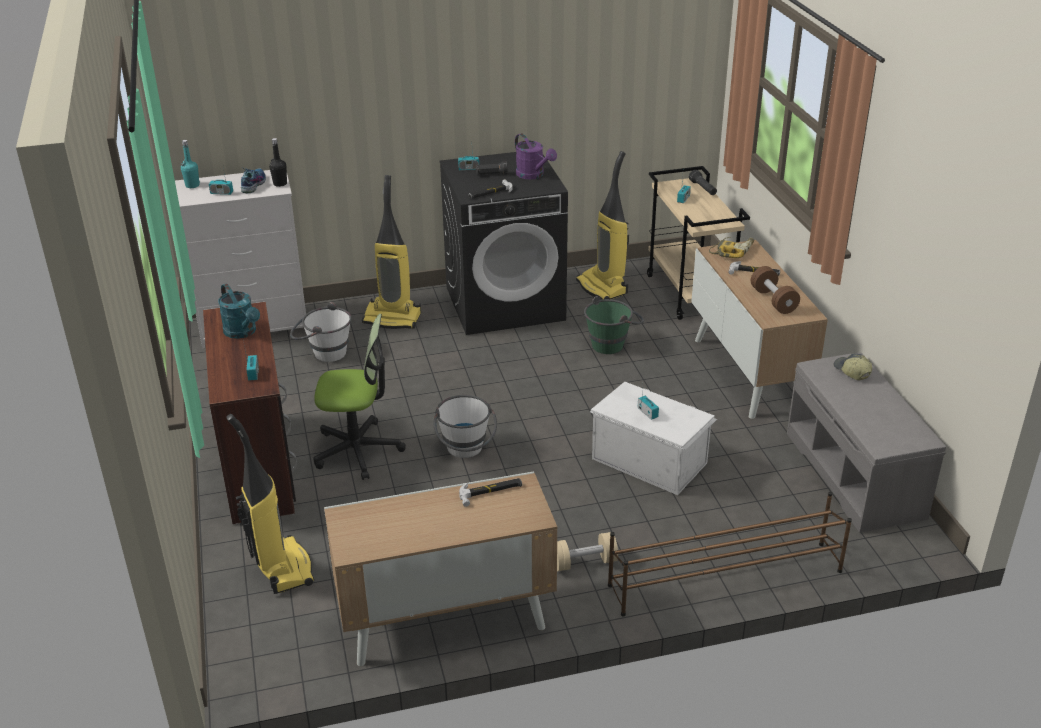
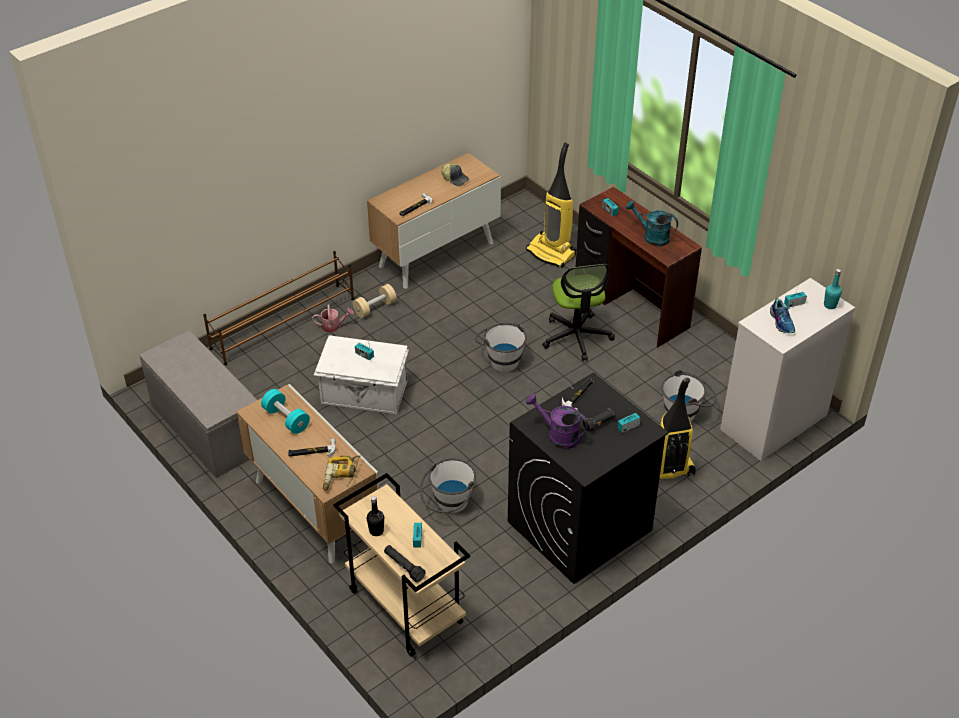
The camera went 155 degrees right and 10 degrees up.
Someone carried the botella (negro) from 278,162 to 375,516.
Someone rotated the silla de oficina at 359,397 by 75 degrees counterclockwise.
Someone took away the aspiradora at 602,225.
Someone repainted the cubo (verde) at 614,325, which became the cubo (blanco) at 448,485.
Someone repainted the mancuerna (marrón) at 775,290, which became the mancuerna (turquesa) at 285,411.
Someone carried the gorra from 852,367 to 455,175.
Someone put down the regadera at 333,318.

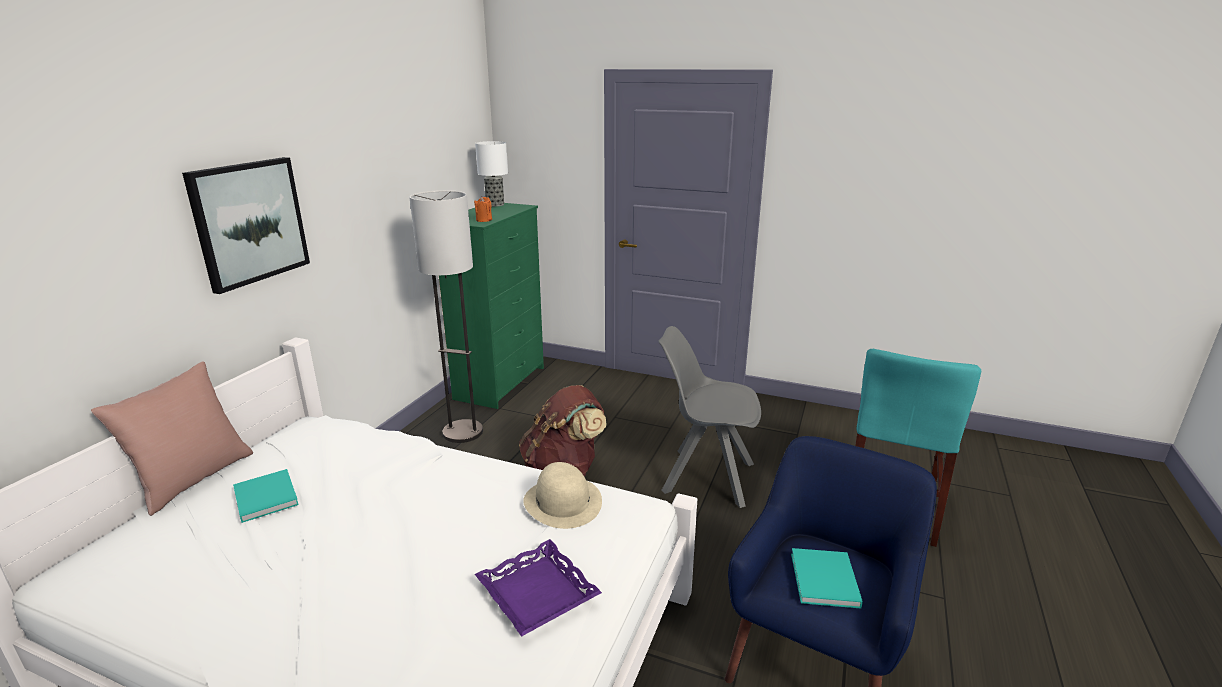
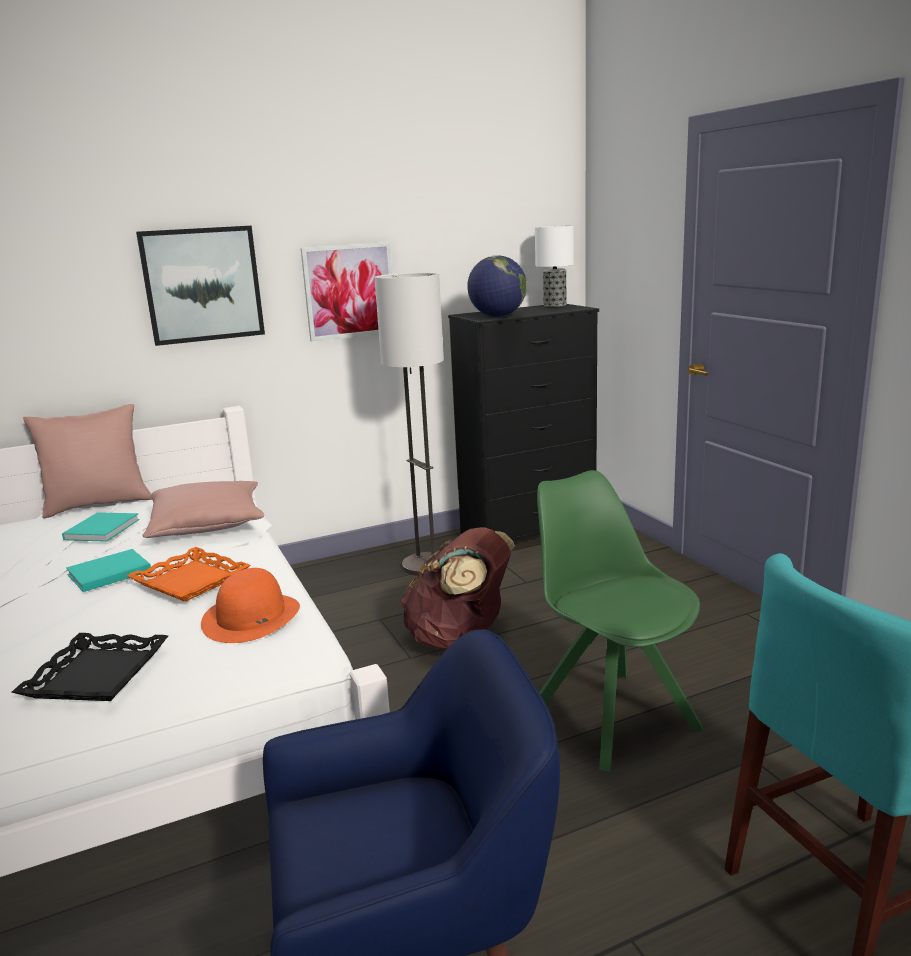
The camera went 45 degrees right and 5 degrees down.
Someone repainted the cómoda (verde) at 491,306, which became the cómoda (negro) at 523,422.
Someone swapped the vela (naranja) at 483,209 for the globo terráqueo at 497,286.
Someone repainted the bandeja (morado) at 538,588, which became the bandeja (negro) at 89,667.
Someone repainted the sombrero (beis) at 562,495, which became the sombrero (naranja) at 250,605.
Someone repainted the silla (gris) at 709,417, which became the silla (verde) at 620,621.
Someone carried the libro (turquesa) from 827,578 to 108,570.
Someone put down the bandeja (naranja) at 189,574.
Someone put down the cojín (rosa) at 203,509.
Someone put up the cuadro at 346,291.

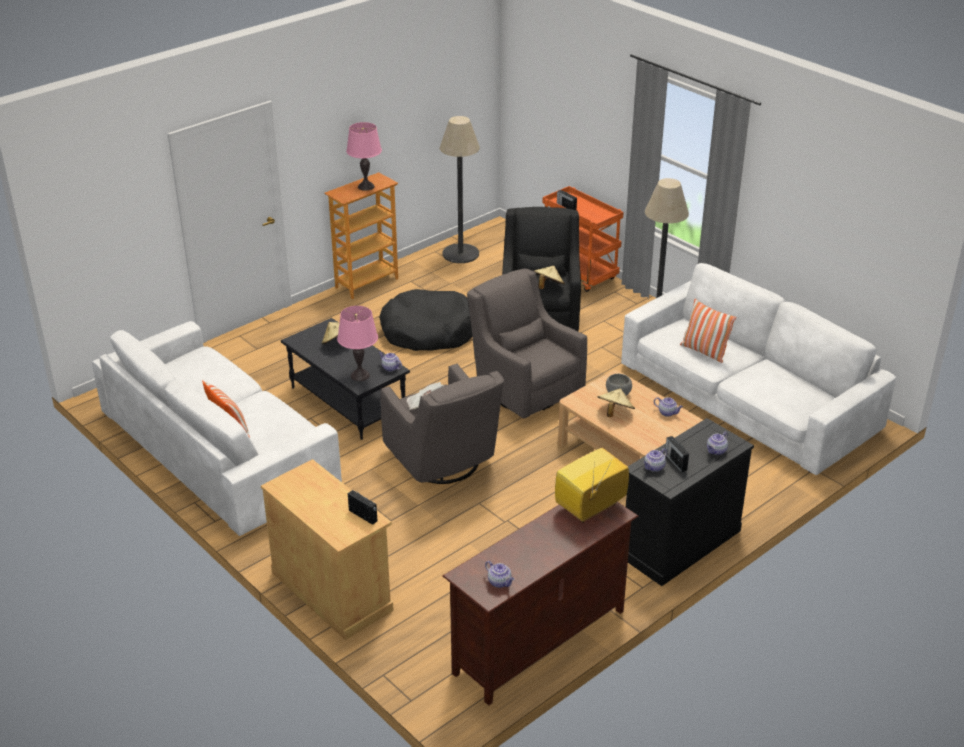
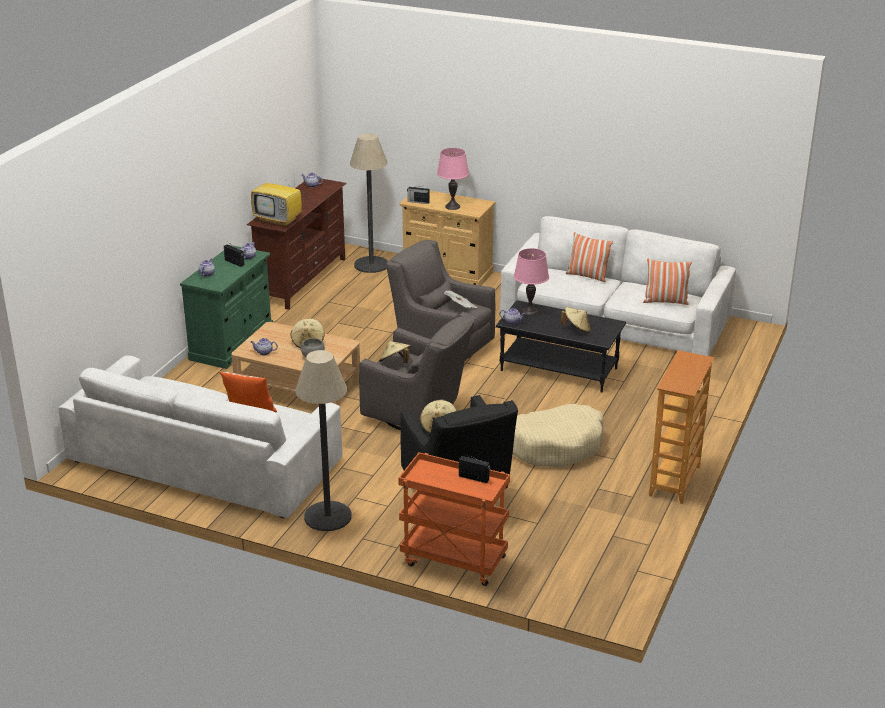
The camera went 155 degrees right and 5 degrees down.
Someone carried the lámpara de mesa (rosa) from 364,156 to 453,179.
Someone repainted the cama para perro (negro) at 425,320, which became the cama para perro (beis) at 557,435.
Someone carried the lámpara de pie from 460,189 to 369,203.
Someone rotated the televisor at 592,485 by 90 degrees clockwise.
Someone repainted the armario (negro) at 690,502, which became the armario (verde) at 226,307.
Someone put down the sombrero (beis) at 395,352.
Someone put down the cojín at 667,282.

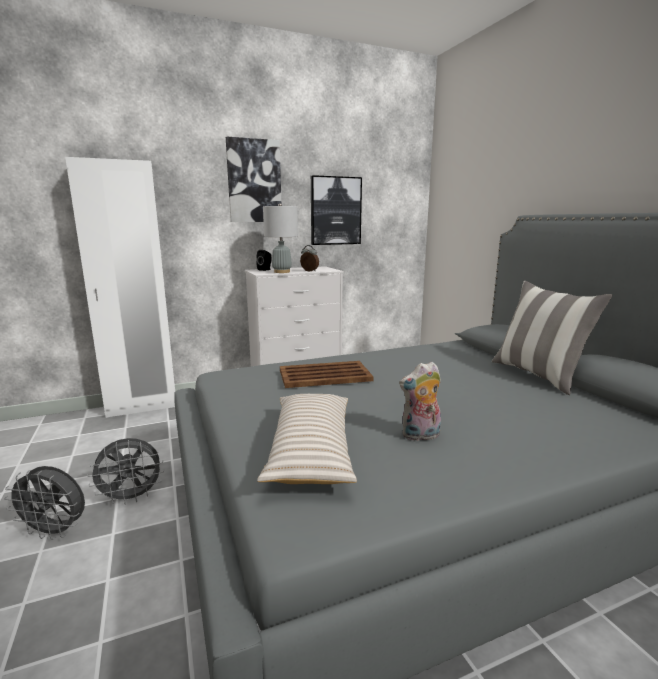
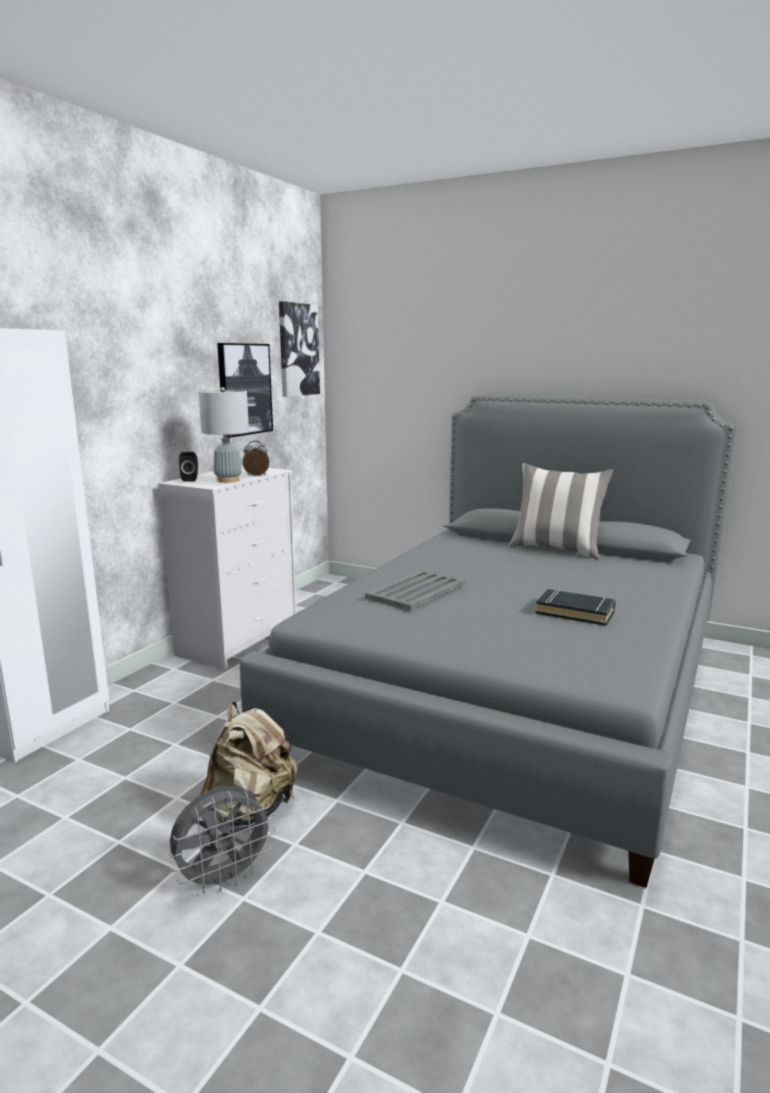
The camera went 40 degrees left and 0 degrees up.
Someone swapped the ventilador (gris) at 125,471 for the mochila (beis) at 248,763.
Someone carried the cuadro from 253,179 to 299,349.
Someone took away the cojín (beis) at 307,439.
Someone repainted the bandeja (marrón) at 327,374, which became the bandeja (gris) at 415,590.
Someone swapped the peluche at 420,401 for the libro (negro) at 576,607.

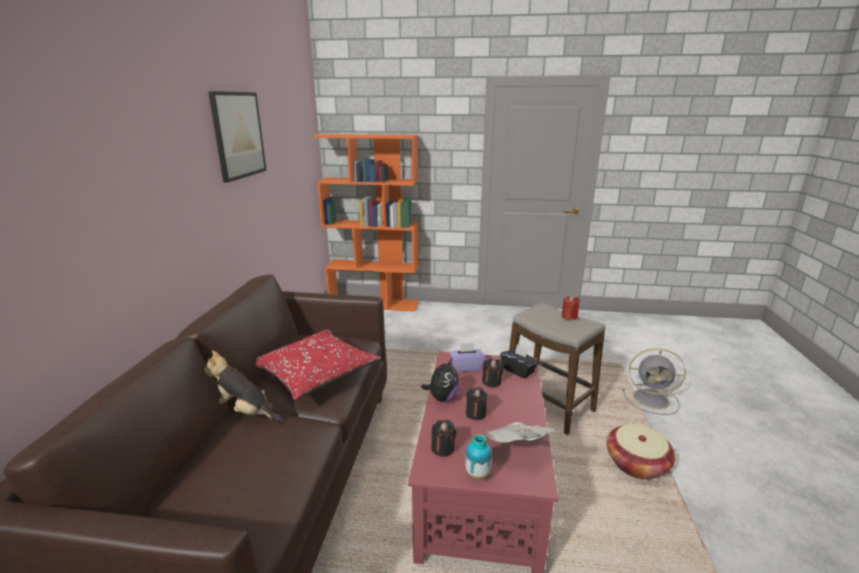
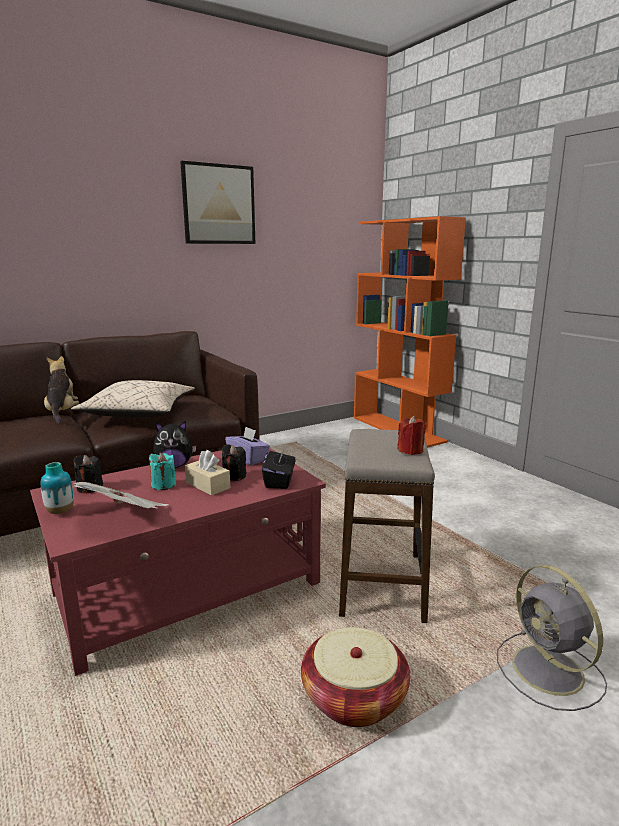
The camera went 50 degrees right and 5 degrees down.
Someone repainted the cojín (rojo) at 318,364, which became the cojín (beis) at 133,398.
Someone repainted the vela (negro) at 477,403, which became the vela (turquesa) at 162,471.
Someone put down the caja de pañuelos (beis) at 207,473.

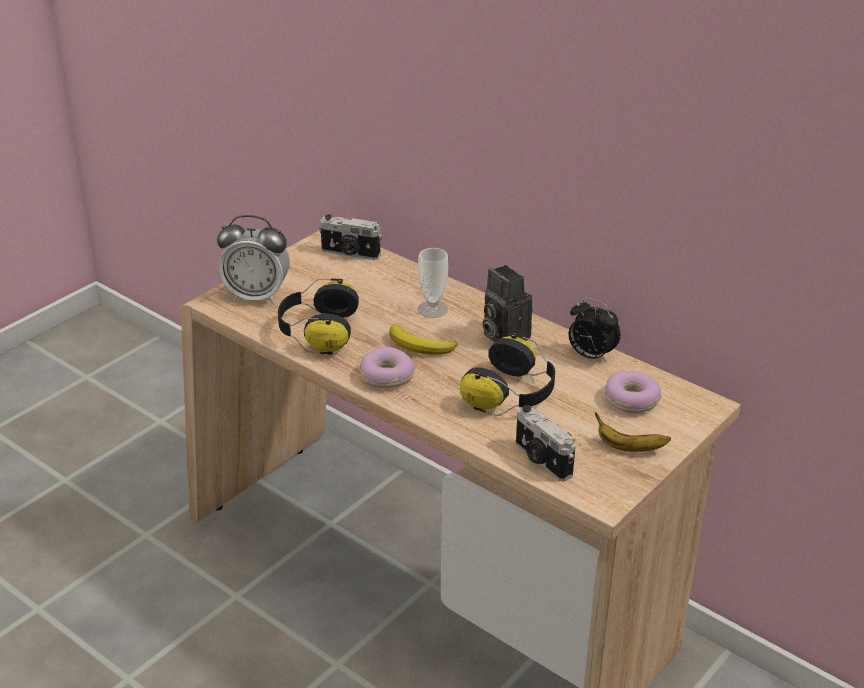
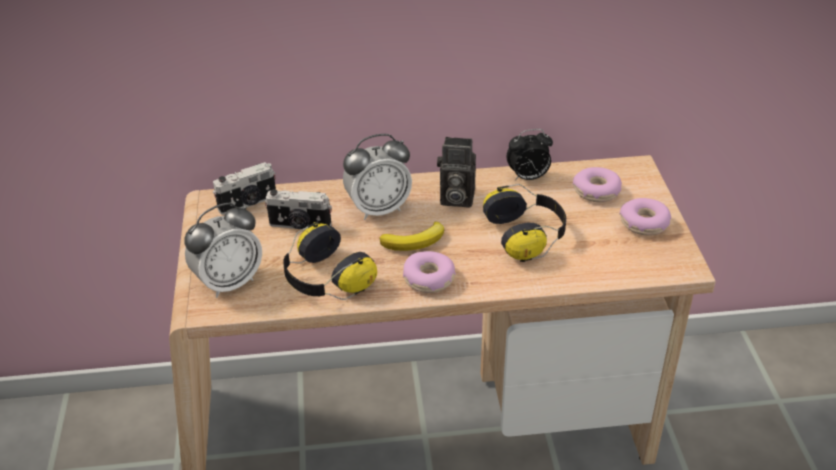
The camera went 45 degrees left and 5 degrees up.
Someone swapped the taza at 433,283 for the despertador at 377,177.
Someone carried the cámara from 545,443 to 298,209.
Someone swapped the plátano at 633,432 for the rosquilla at 645,217.

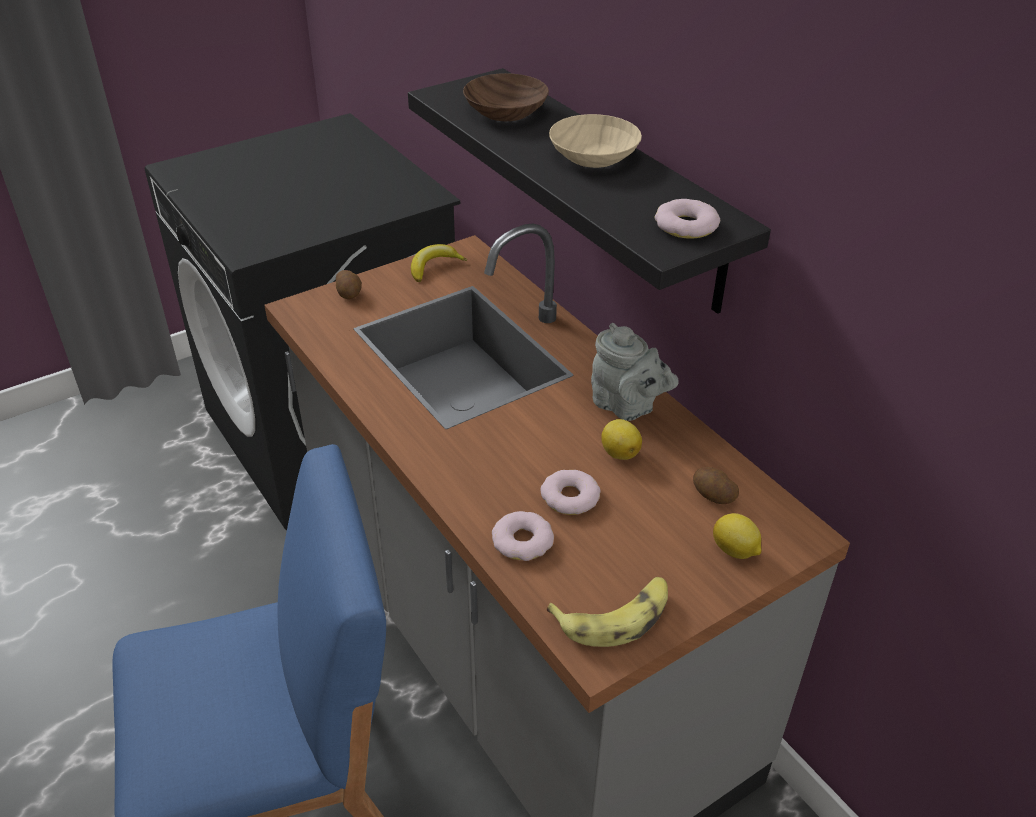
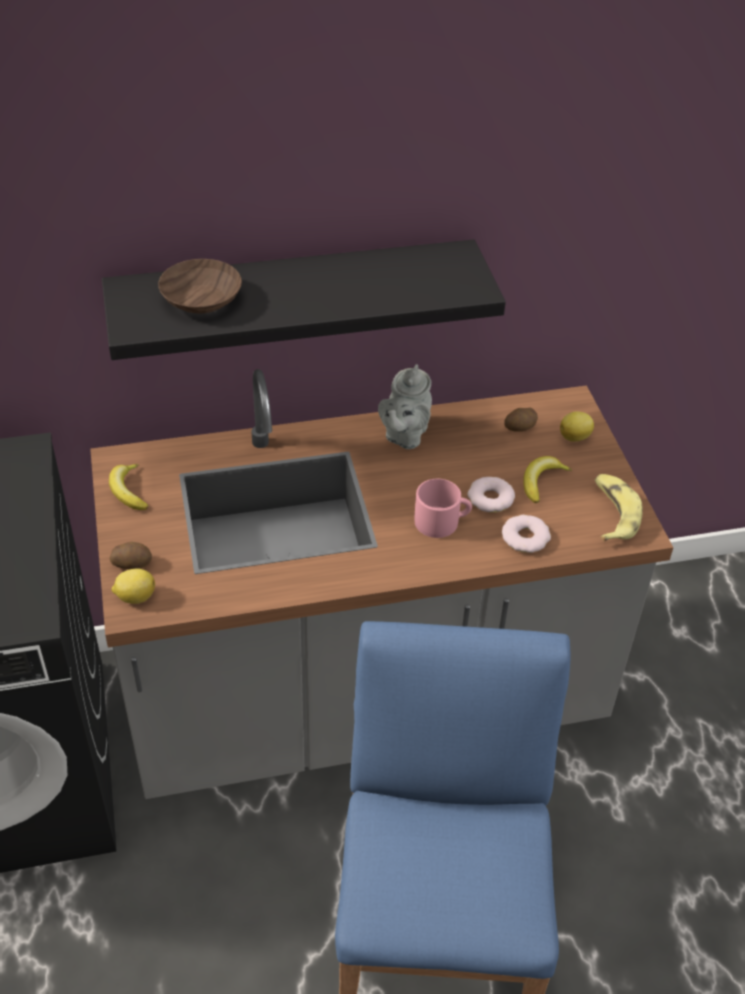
The camera went 70 degrees left and 5 degrees up.
Someone took away the cuenco (beis) at 595,141.
Someone rotated the tetera (gris) at 634,372 by 135 degrees clockwise.
Someone carried the limón from 621,439 to 133,586.
Someone took away the rosquilla at 687,219.
Someone put down the taza grande (rosa) at 443,508.
Someone put down the plátano at 547,479.

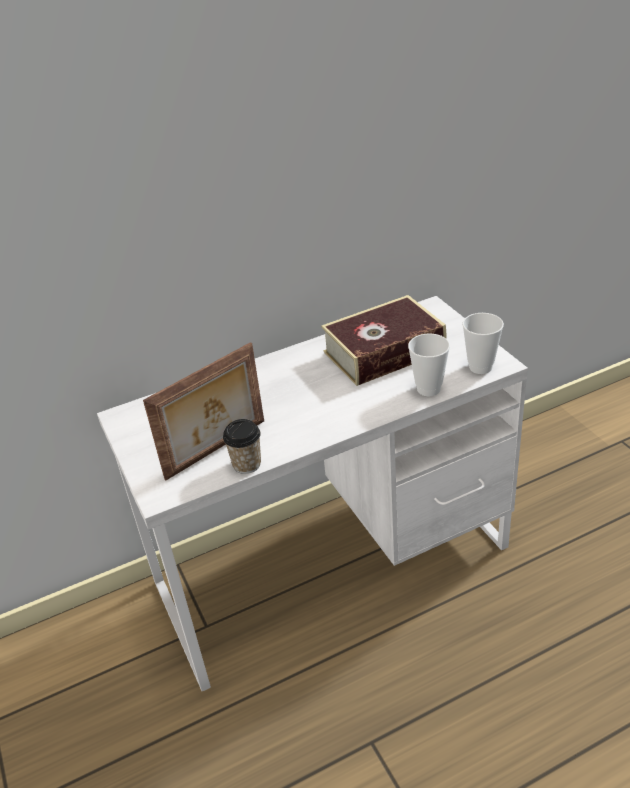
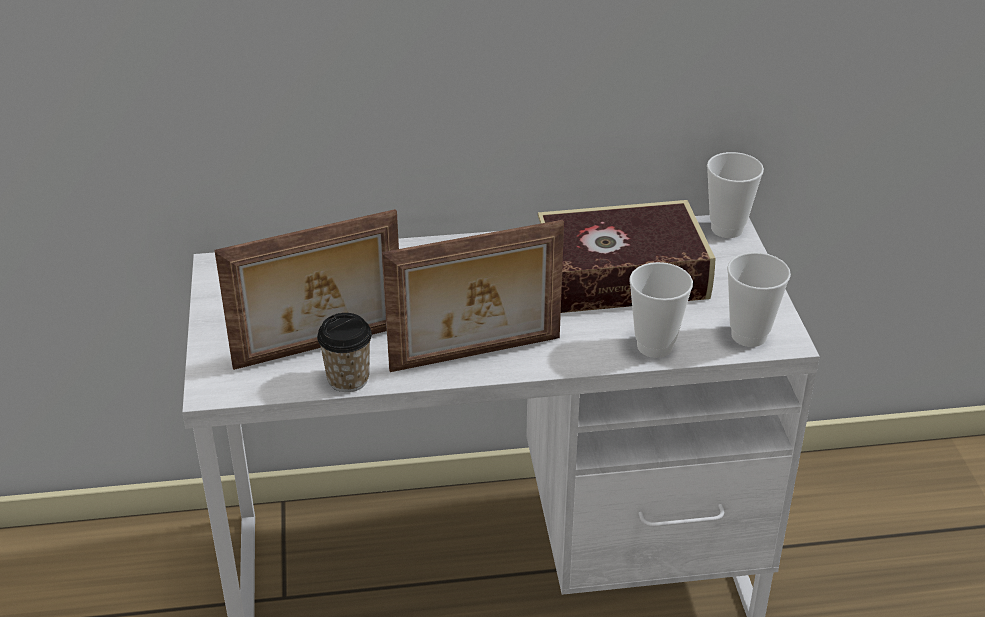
The camera went 15 degrees right and 0 degrees up.
Someone put down the portarretratos at 473,296.
Someone put down the taza at 735,195.

